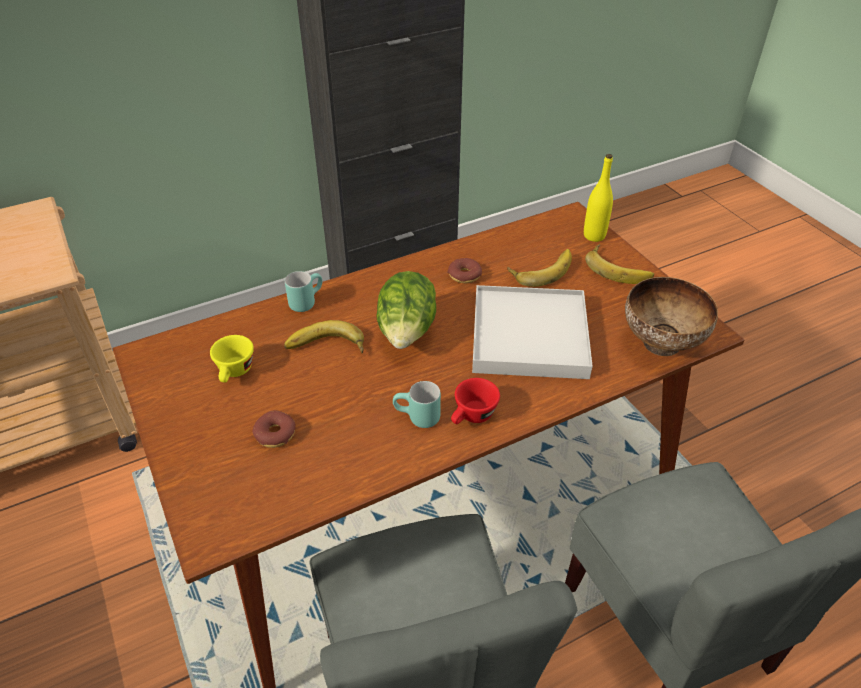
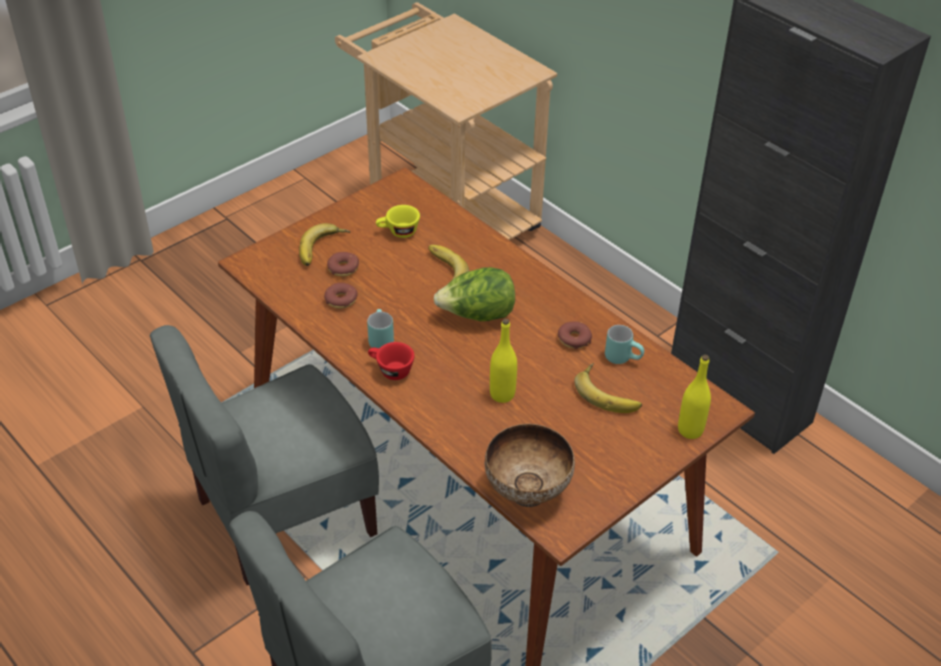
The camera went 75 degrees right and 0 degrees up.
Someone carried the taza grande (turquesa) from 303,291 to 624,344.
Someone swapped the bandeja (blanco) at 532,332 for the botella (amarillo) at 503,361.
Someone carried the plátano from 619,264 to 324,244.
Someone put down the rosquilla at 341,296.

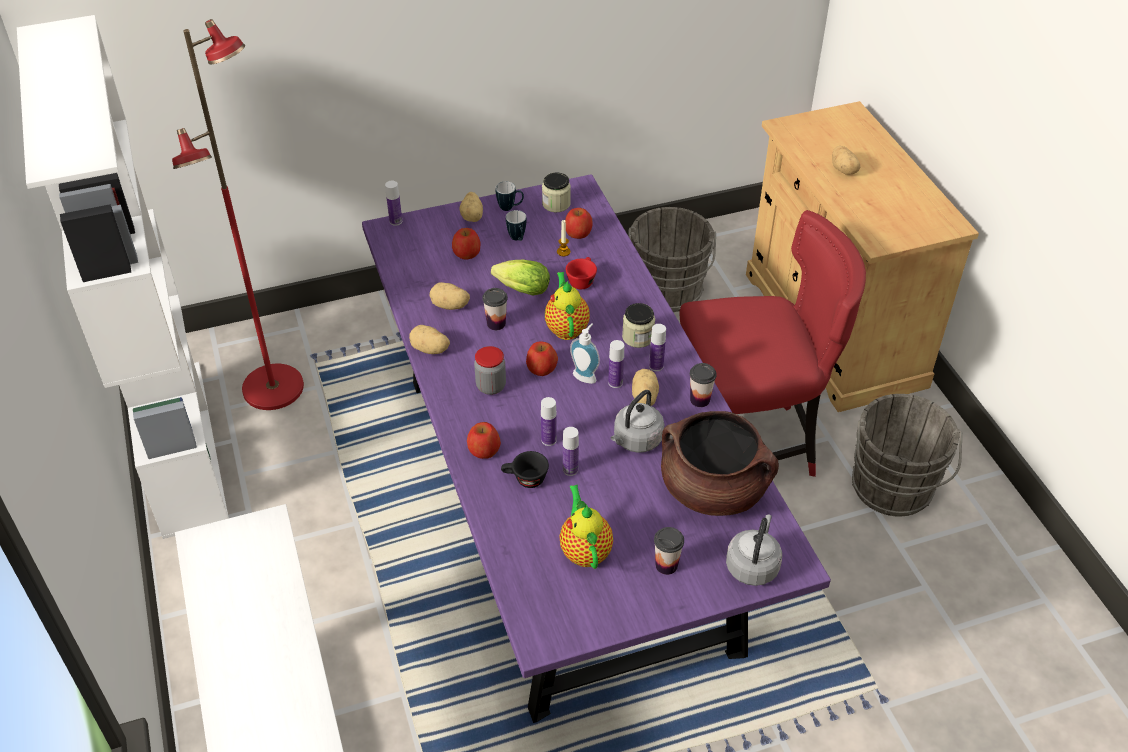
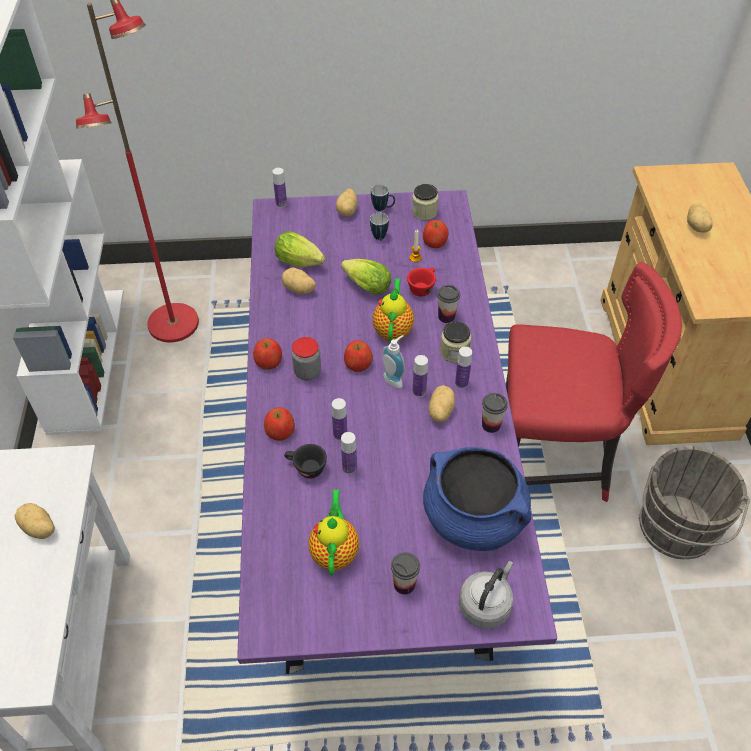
The camera went 15 degrees right and 5 degrees up.
Someone carried the patata from 429,339 to 35,521.
Someone carried the manzana from 466,244 to 267,354.
Someone carried the taza from 495,309 to 448,304.
Someone took away the hervidor (gris) at 637,421.
Someone took away the cubo (gris) at 672,259.
Someone repainted the olla (marrón) at 720,463, which became the olla (azul) at 477,499.
Someone put down the lechuga at 300,249.

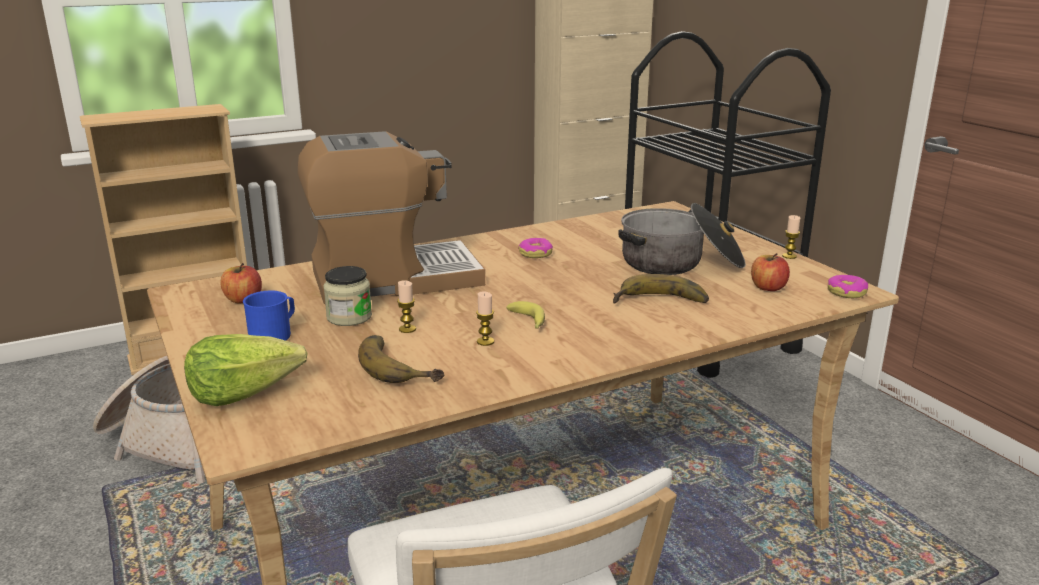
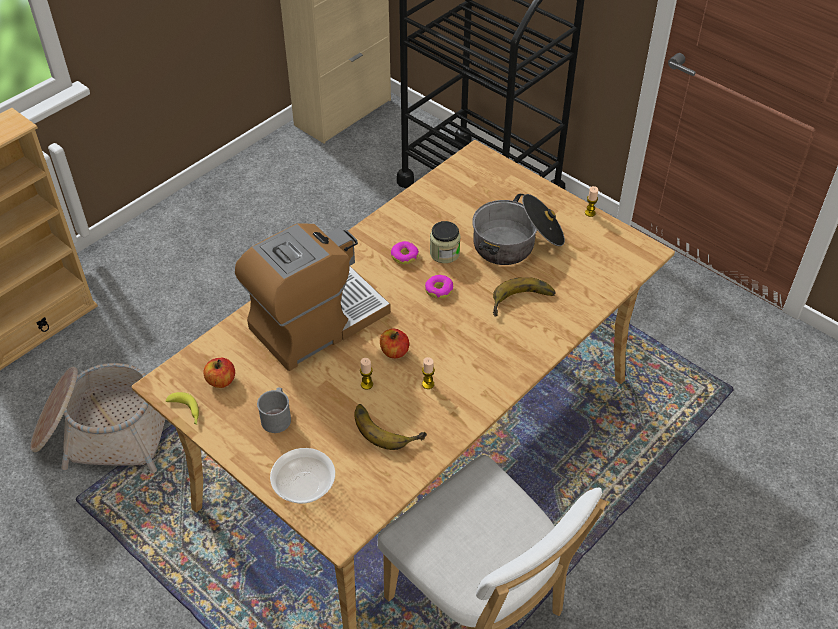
The camera went 20 degrees left and 25 degrees up.
Someone swapped the lechuga at 245,370 for the cuenco at 302,476.
Someone repainted the taza grande (azul) at 269,316, which became the taza grande (gris) at 274,410.
Someone carried the tarro from 347,296 to 445,242.
Someone carried the plátano from 525,315 to 182,408.
Someone carried the manzana from 770,272 to 394,343.
Someone carried the rosquilla from 848,286 to 439,287.

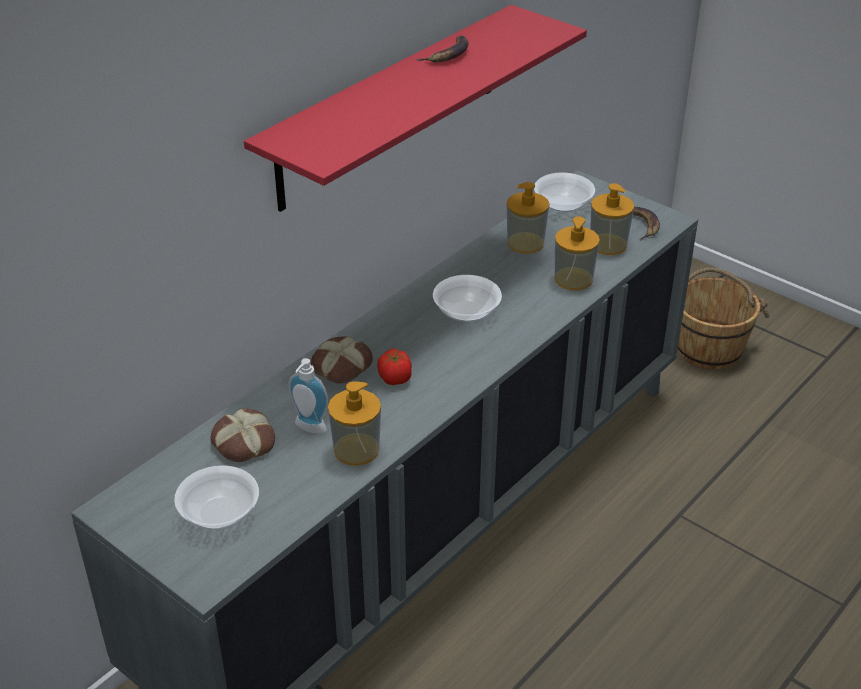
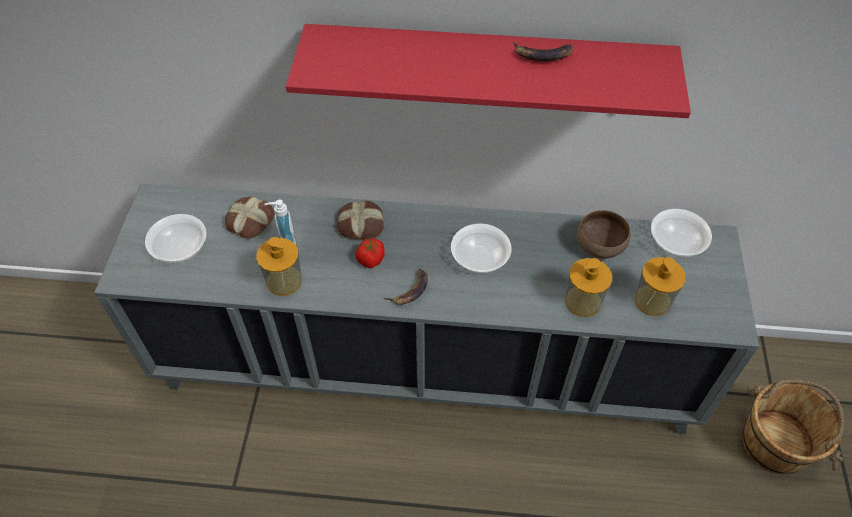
The camera went 55 degrees right and 15 degrees up.
Someone swapped the dispensador de jabón at 528,218 for the cuenco (marrón) at 603,234.
Someone carried the plátano from 646,223 to 406,287.

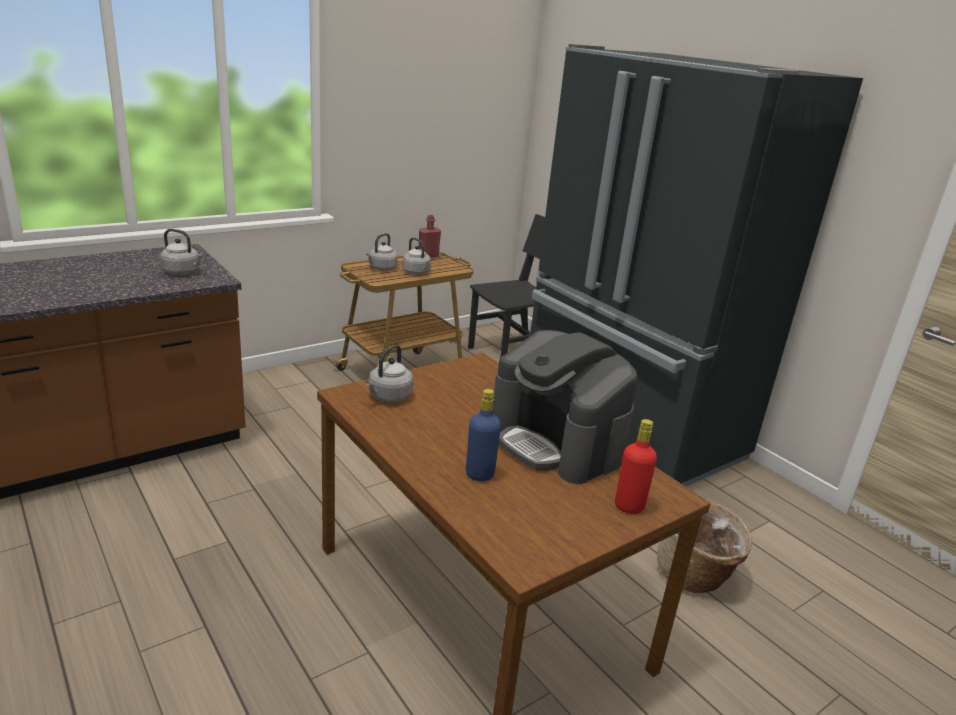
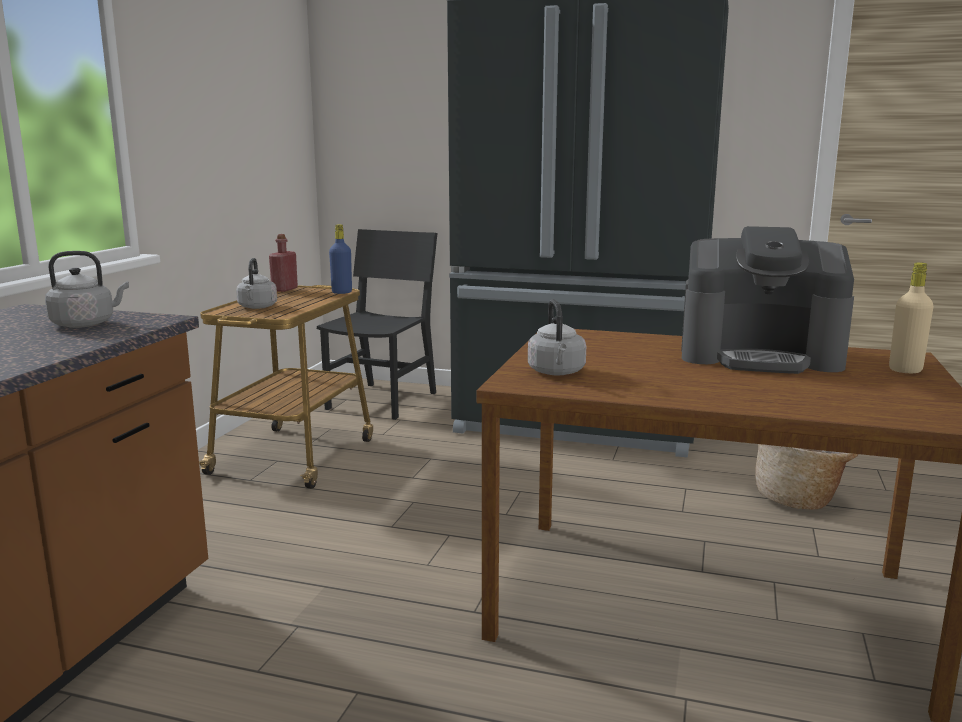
The camera went 35 degrees left and 10 degrees down.
Someone took away the hervidor (gris) at 416,256.
Someone carried the botella (azul) from 483,435 to 340,259.
Someone repainted the botella (rojo) at 636,466, which became the botella (beis) at 911,317.

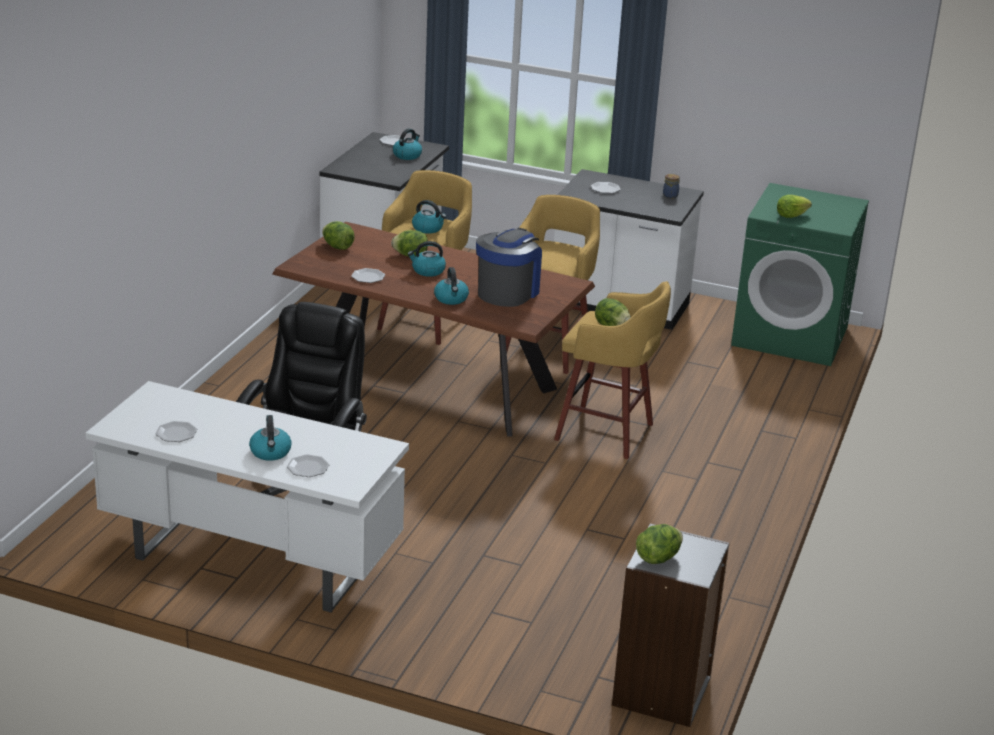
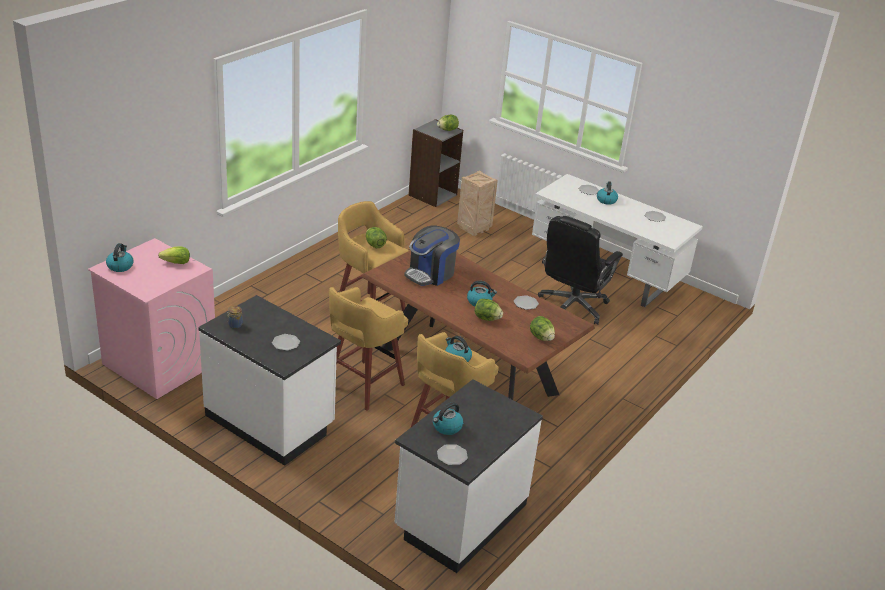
The camera went 165 degrees left and 5 degrees up.
Someone carried the hervidor from 451,286 to 120,257.
Someone repainted the lavadora (verde) at 800,274, which became the lavadora (rosa) at 151,318.
Someone put down the caja de embalaje at 477,203.

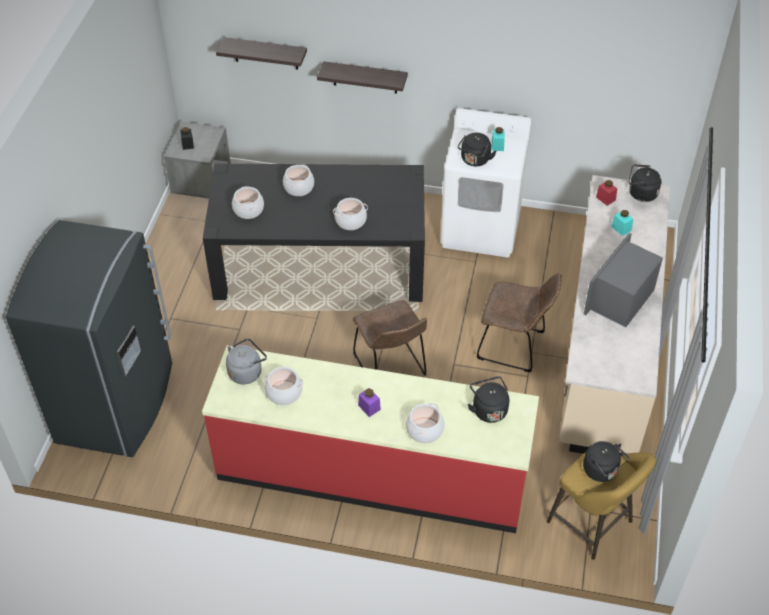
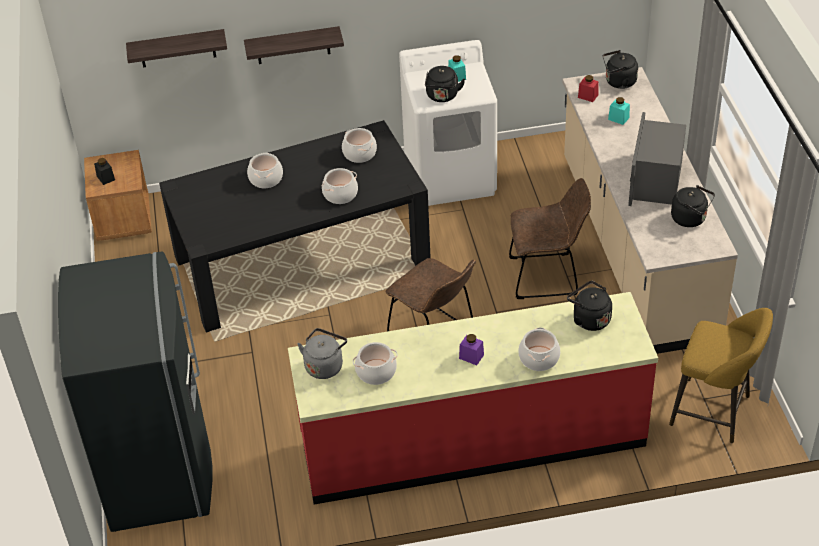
The camera went 20 degrees left and 5 degrees down.
Someone repainted the mesita de noche (gris) at 197,160, which became the mesita de noche (marrón) at 118,195.
Someone carried the olla from 248,202 to 359,145.
Someone carried the hervidor (negro) from 606,461 to 693,206.

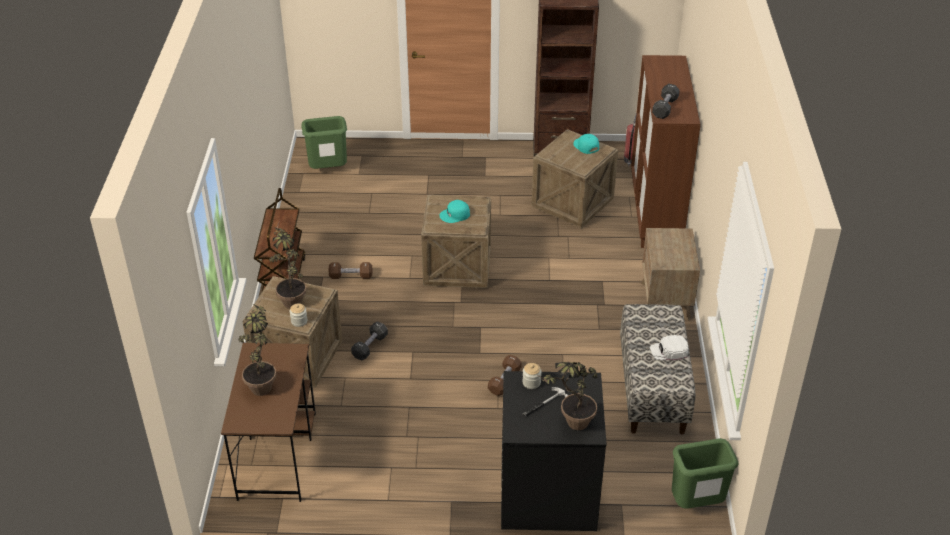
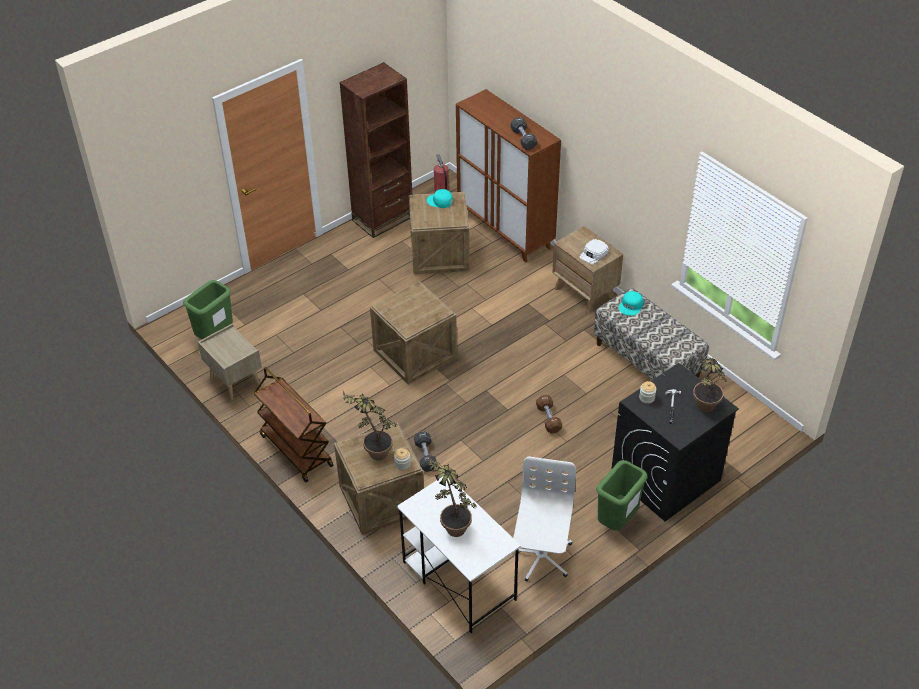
The camera went 40 degrees left and 5 degrees up.
Someone repainted the escritorio (marrón) at 268,422, which became the escritorio (blanco) at 459,554.
Someone took away the mancuerna (marrón) at 350,270.
Someone carried the gorra (turquesa) from 454,211 to 631,303.
Someone carried the gorra (blanco) from 669,348 to 594,252.
Someone carried the papelera (verde) from 705,473 to 621,495.
Someone put down the mesita de noche (beis) at 230,362.
Someone put down the silla de oficina (blanco) at 544,518.

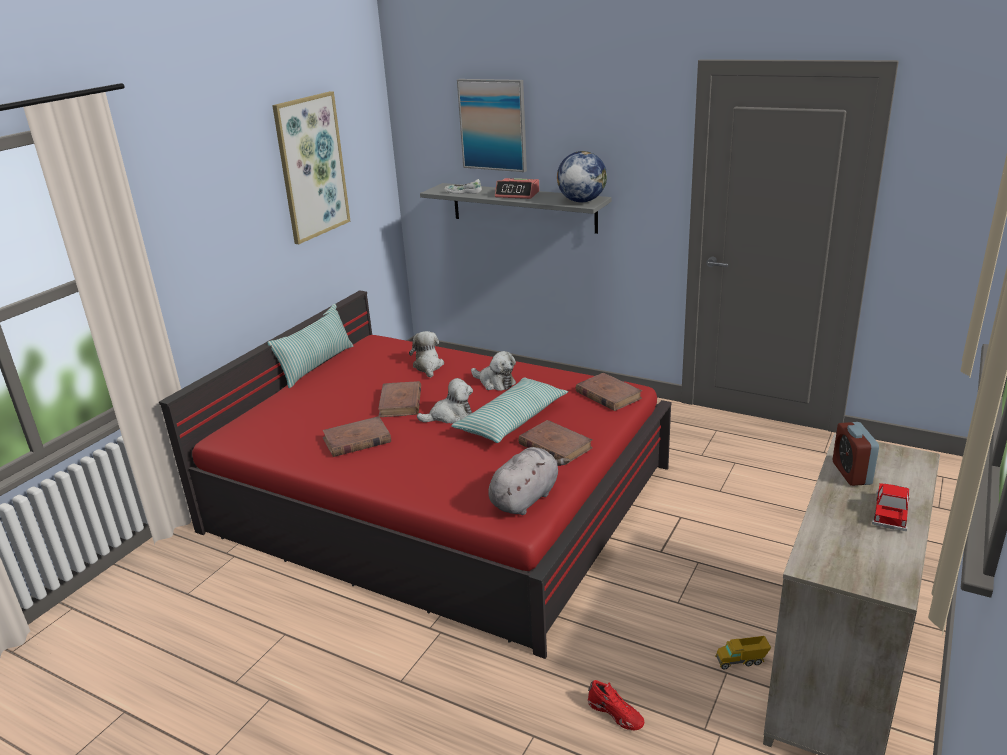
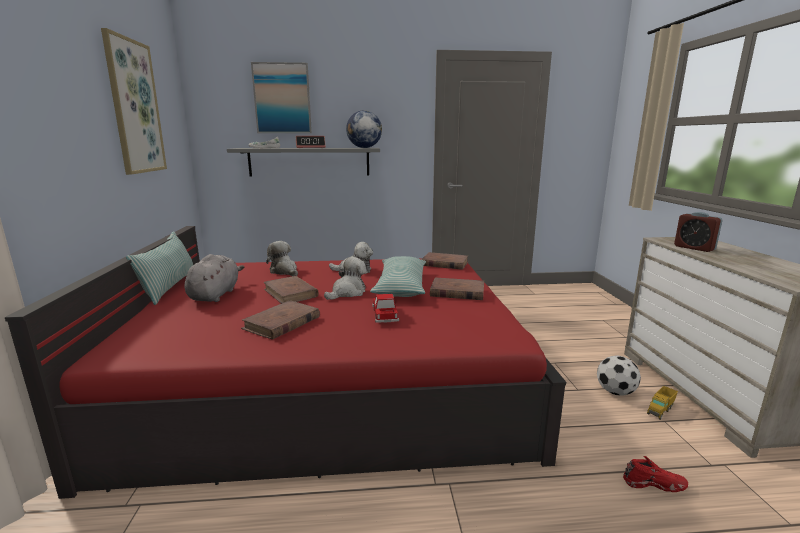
The camera went 35 degrees left and 10 degrees down.
Someone carried the peluche (gris) from 529,481 to 214,278.
Someone carried the coche de juguete from 891,507 to 385,308.
Someone put down the balón de fútbol at 619,376.

